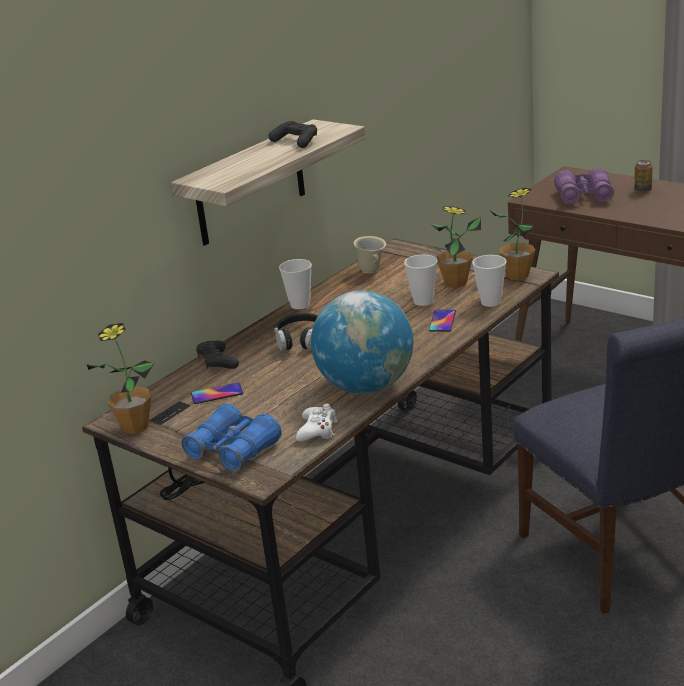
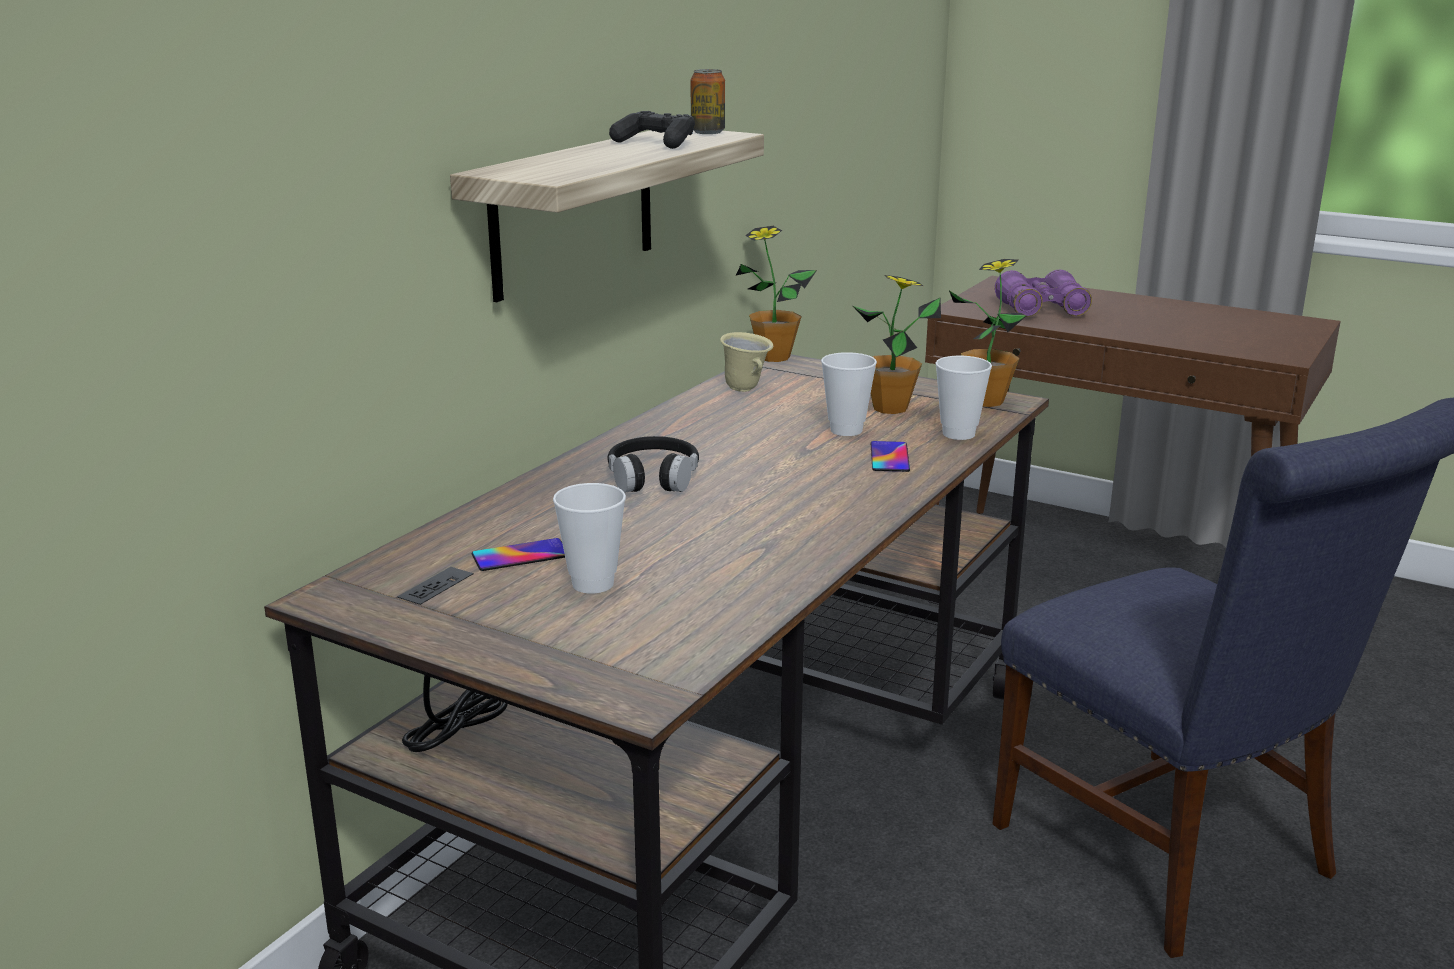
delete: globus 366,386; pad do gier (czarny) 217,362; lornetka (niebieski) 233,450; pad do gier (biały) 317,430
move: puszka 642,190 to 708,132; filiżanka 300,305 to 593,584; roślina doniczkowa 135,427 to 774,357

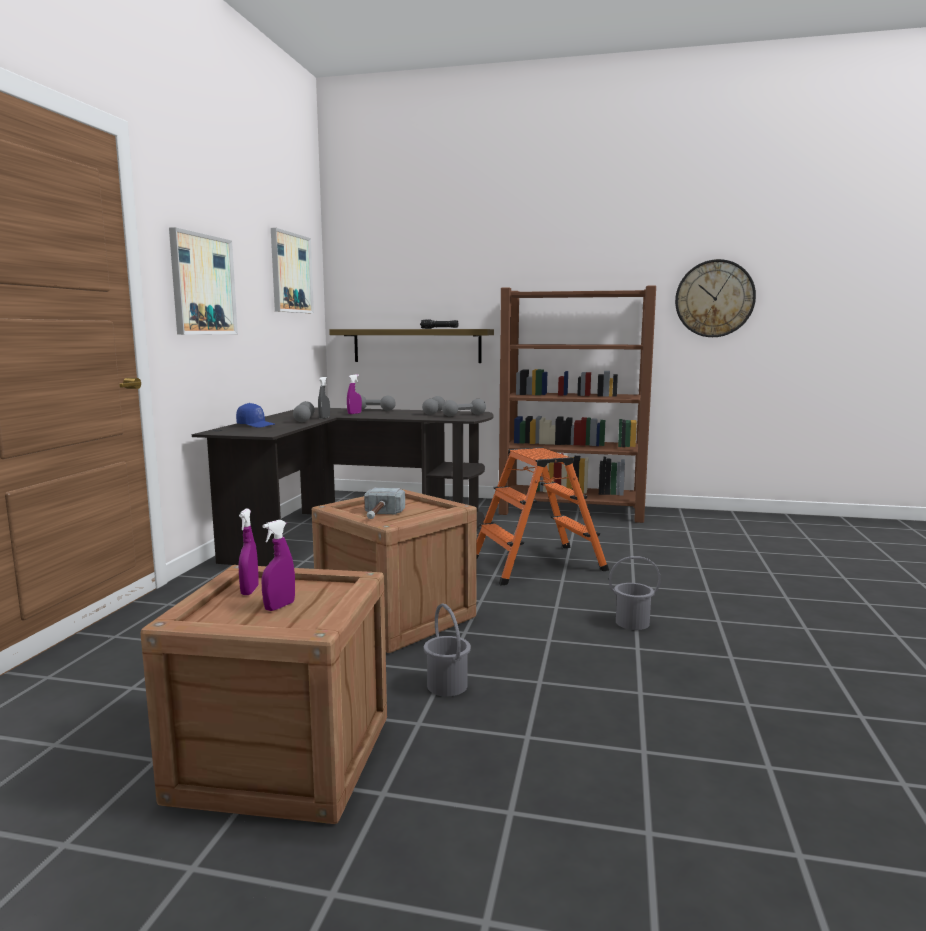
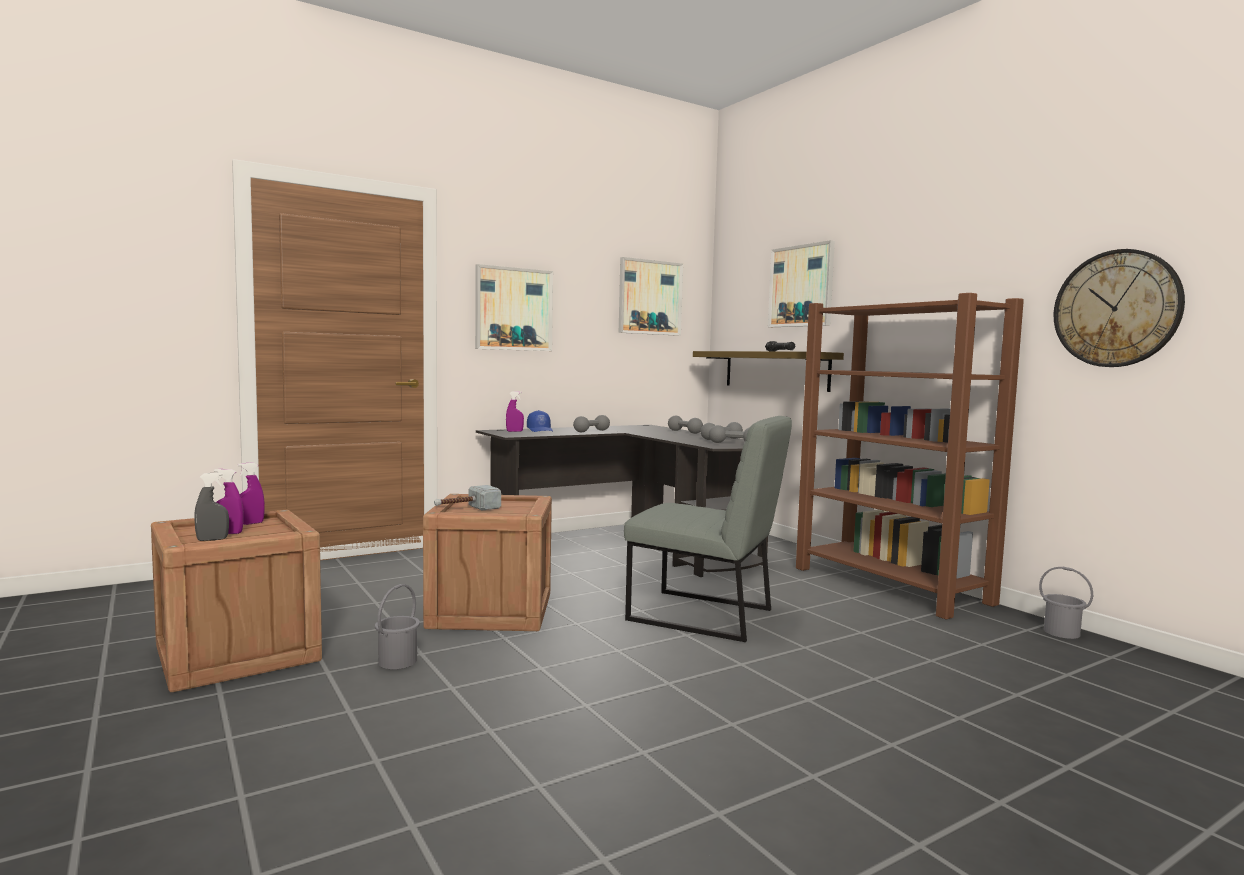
insert: obraz 801,286
move: spryskiwacz (fioletowy) 354,413 to 514,431; spryskiwacz (szary) 324,418 to 212,539; wiadro (szary) 632,622 to 1061,632
replace: drabinka (pomarańczowy) 537,564 to krzesło (szary) 704,616

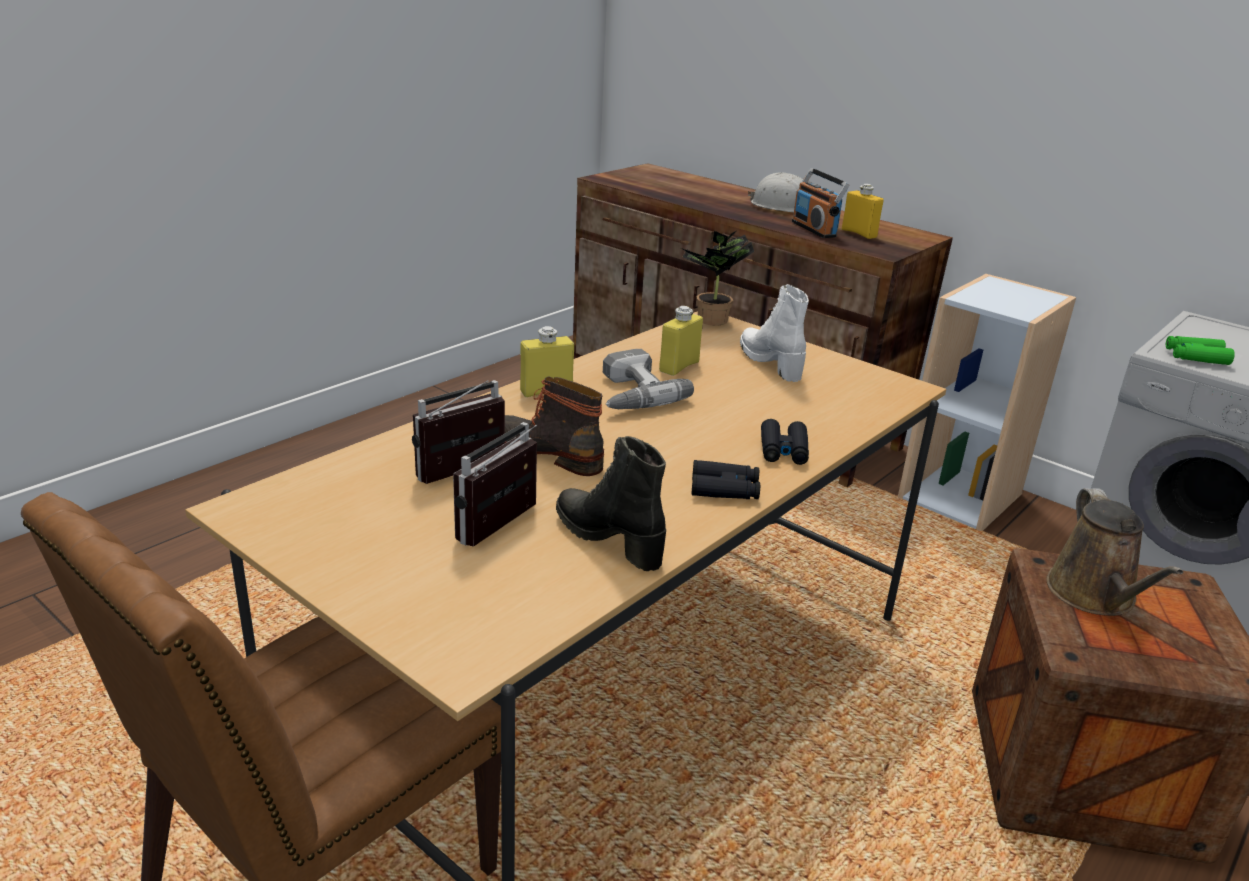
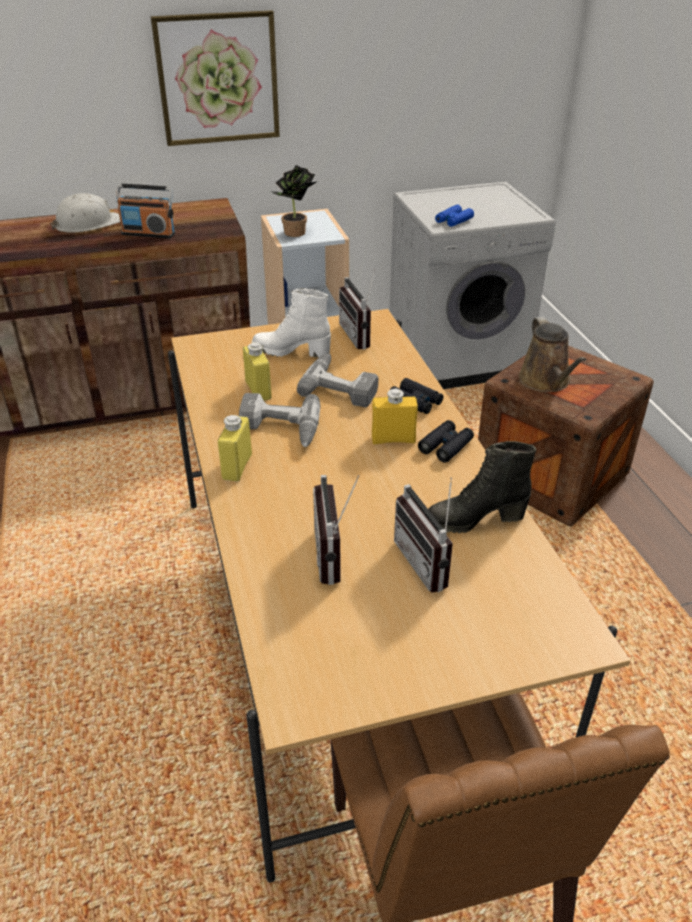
delete: but z cholewką 548,451
insert: obraz 218,79; radio 361,336; wiertarka 342,386
move: butelka (żółty) 859,233 to 393,439; roślina doniczkowa 710,321 to 296,234
recolor: lornetka (zielony) 1196,357 to lornetka (niebieski) 453,221
rotate: konewka (brązowy) 1094,596 = 546,382 45 degrees clockwise

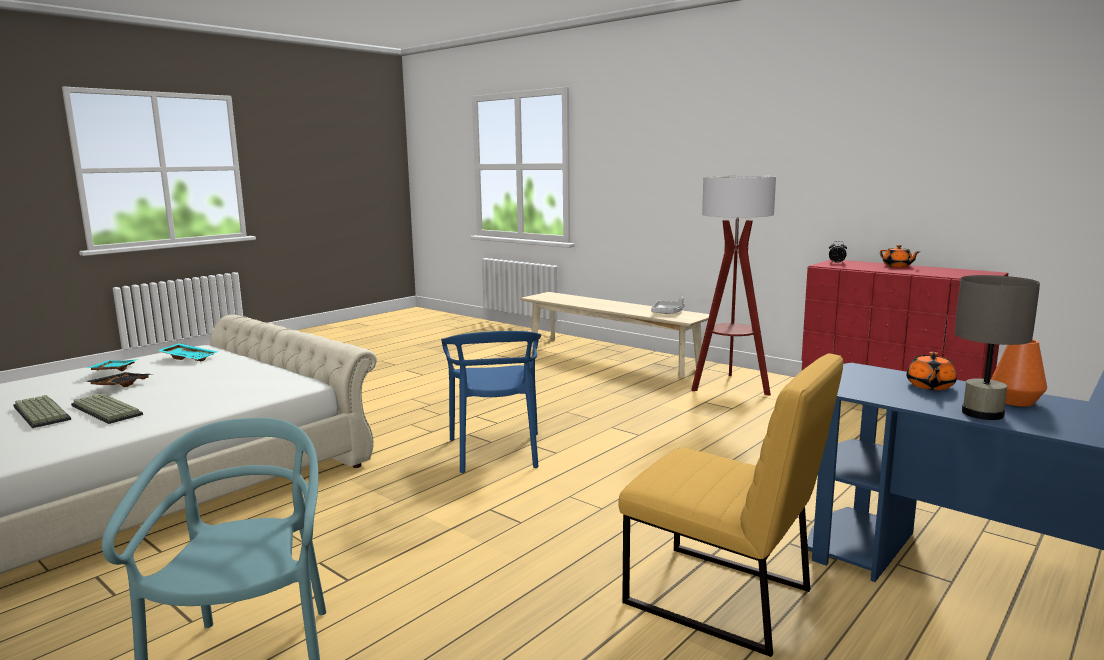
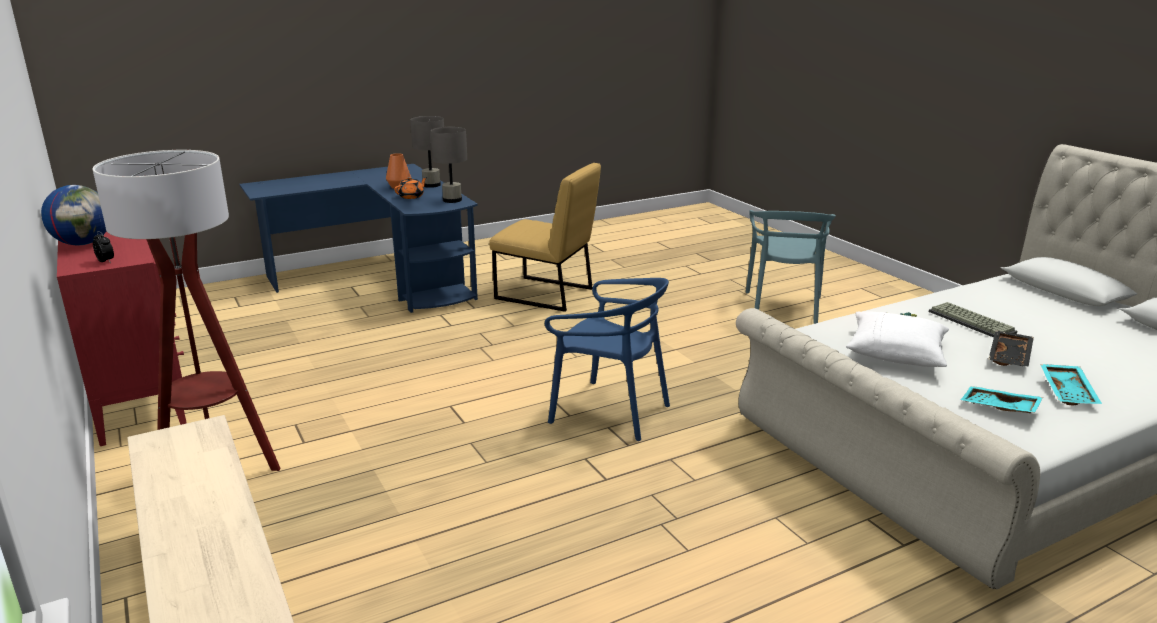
delete: taca (szary) 668,312; klawiatura 39,413
insert: lampa stołowa (szary) 452,200; poduszka (biały) 896,354
replace: imbryk (pomarańczowy) 897,266 to globus 83,243
rotate: krzesło (niebieski) 496,452 = 610,412 105 degrees clockwise; krzesło (żółty) 722,598 = 546,294 150 degrees clockwise

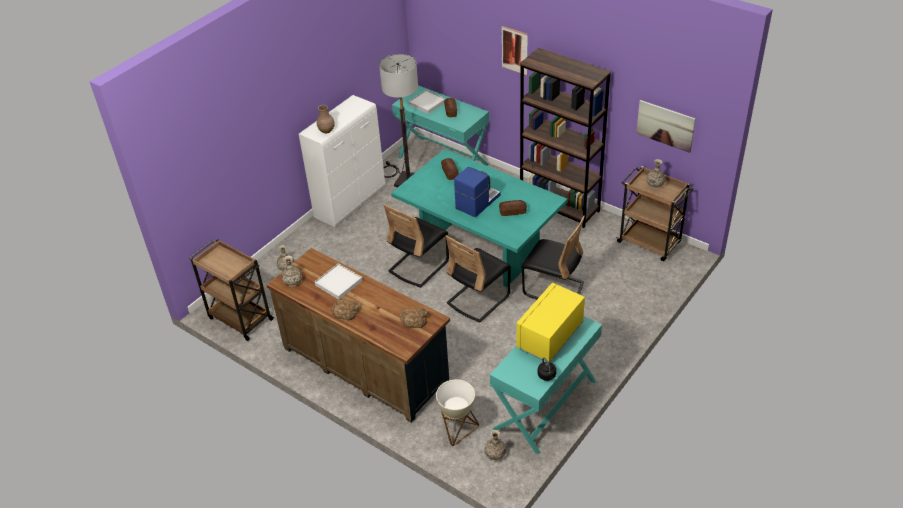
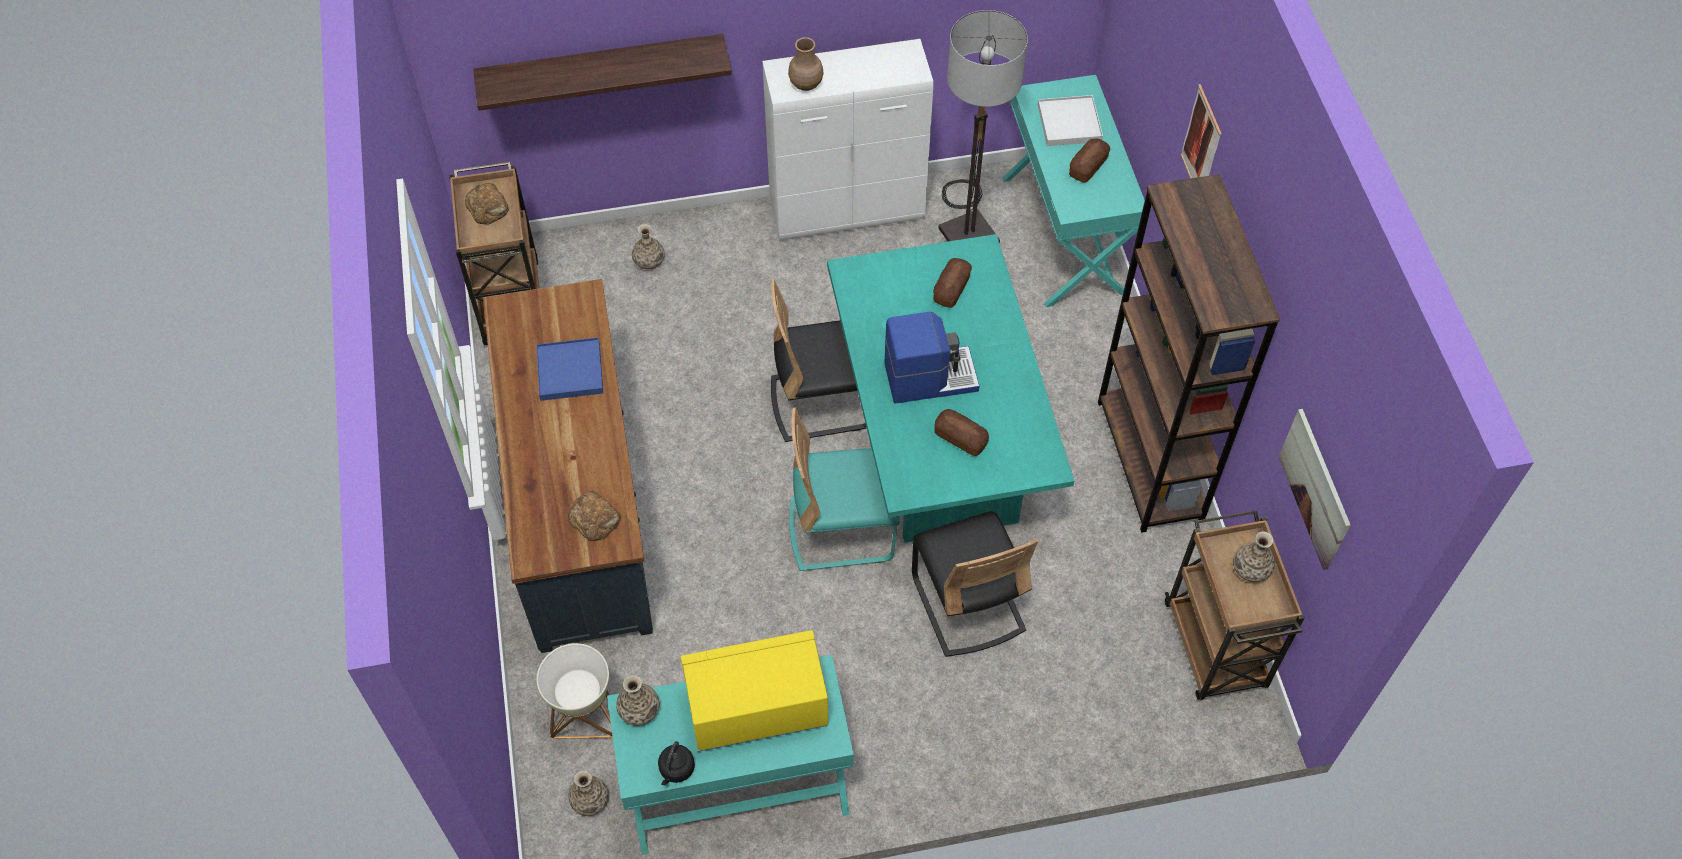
insert: półka 601,66
move: wazon 293,281 to 639,710; chleb 346,311 to 488,207
recolor: krzesło (czarny) 478,299 to krzesło (turkusowy) 841,530; taca (biały) 338,283 to taca (niebieski) 570,371

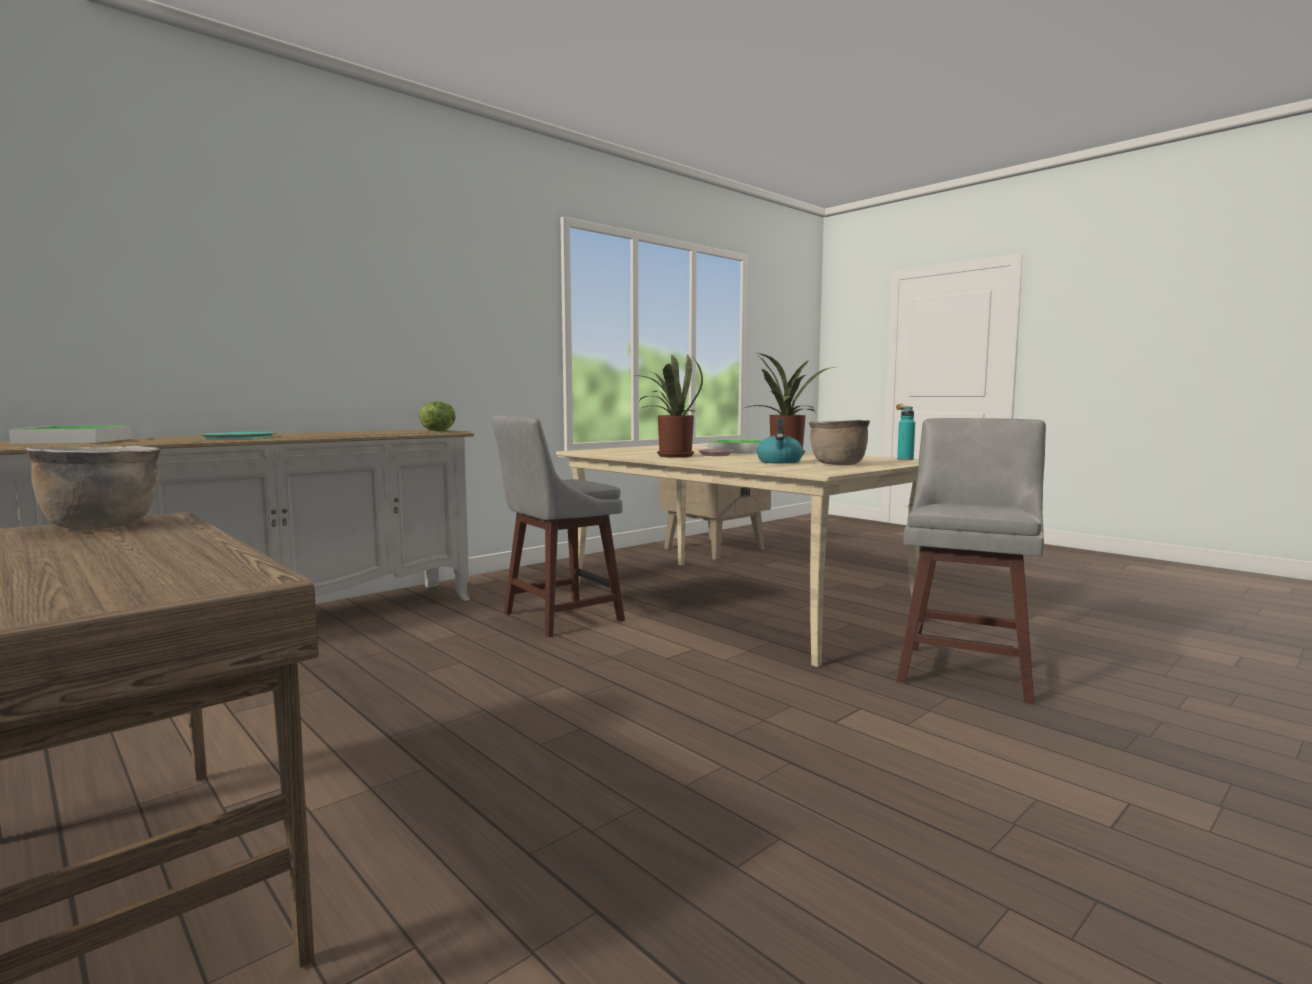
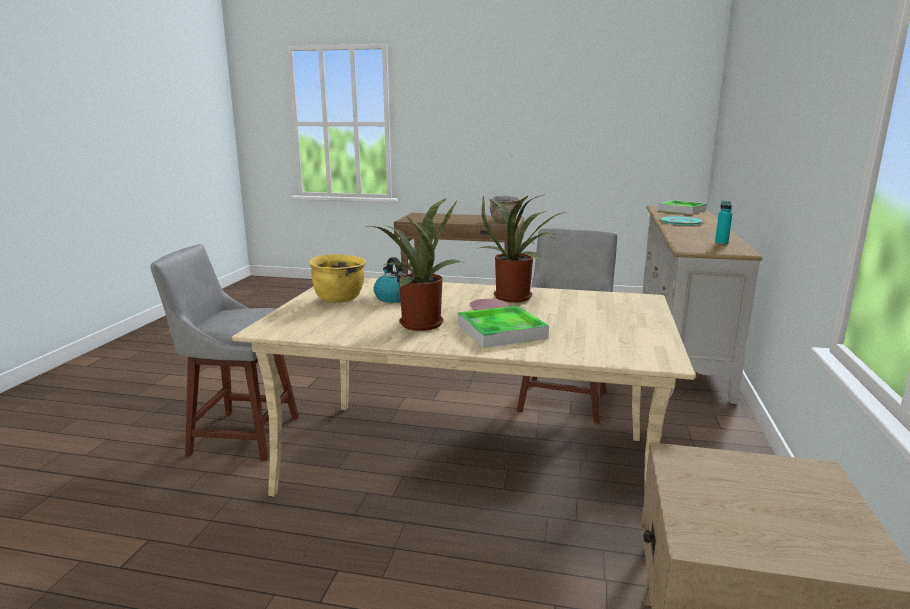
delete: sałata 438,430
move: butelka (turkusowy) 905,459 to 721,243
recolor: garnek (brązowy) 837,464 to garnek (żółty) 339,299
rotate: krzesło (szary) 967,670 = 239,434 105 degrees clockwise

